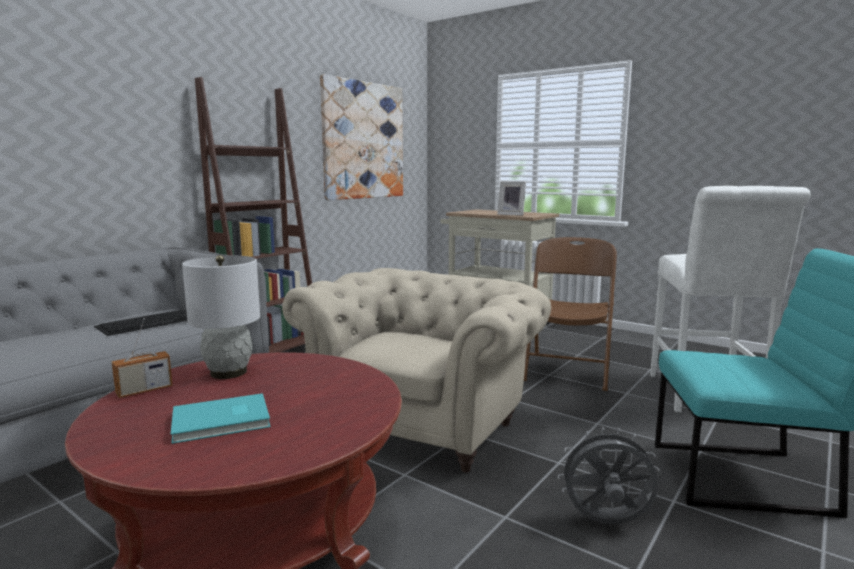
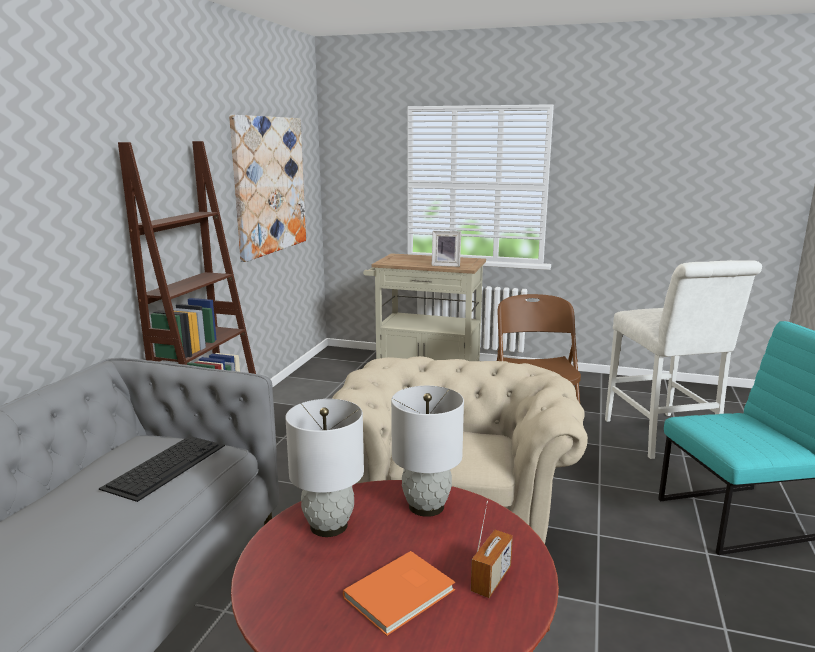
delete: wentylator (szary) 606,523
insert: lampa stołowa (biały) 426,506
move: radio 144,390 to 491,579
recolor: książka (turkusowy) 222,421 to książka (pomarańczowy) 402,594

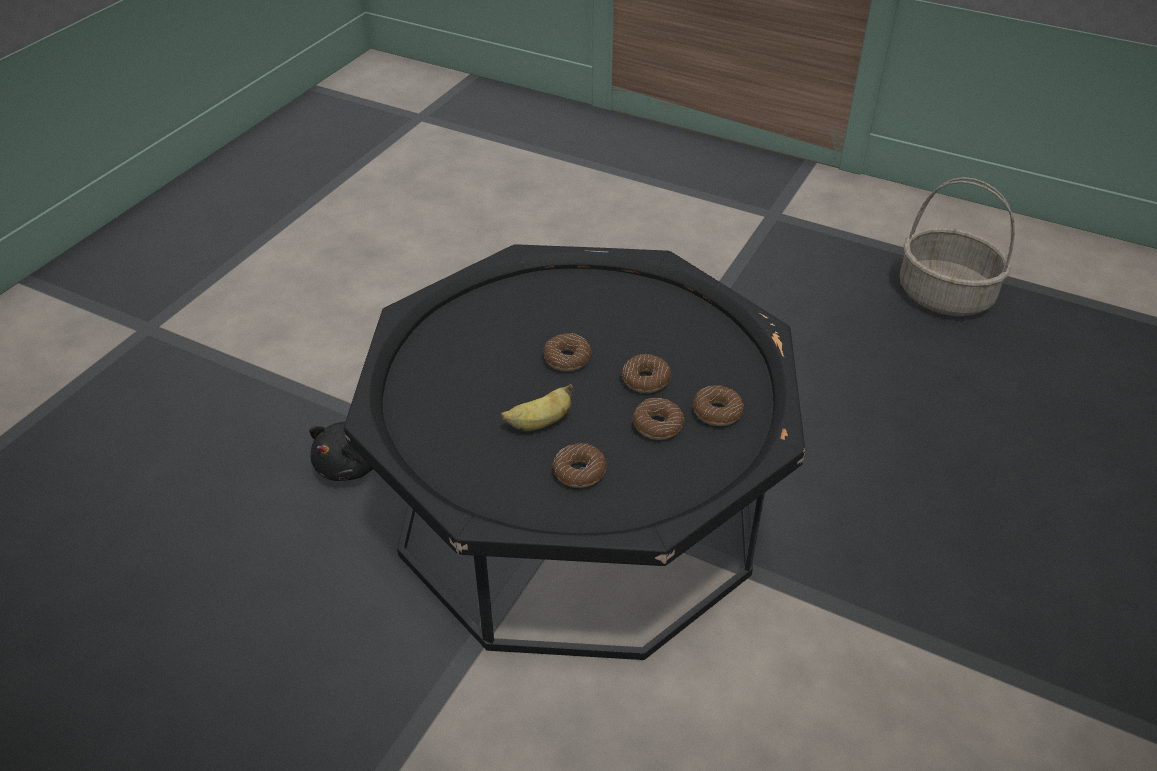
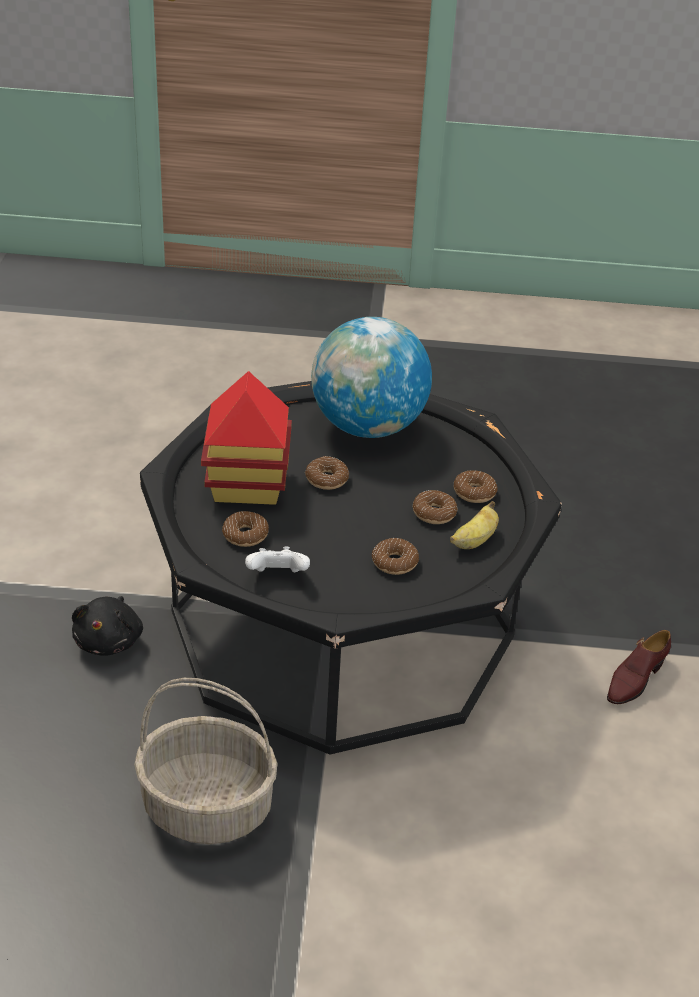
insert: globus 368,427; domek 247,486; pad do gier (biały) 277,576; but (brązowy) 635,679
move: koszyk 945,295 to 209,807; donut 646,380 to 245,535; banan 539,423 to 474,541

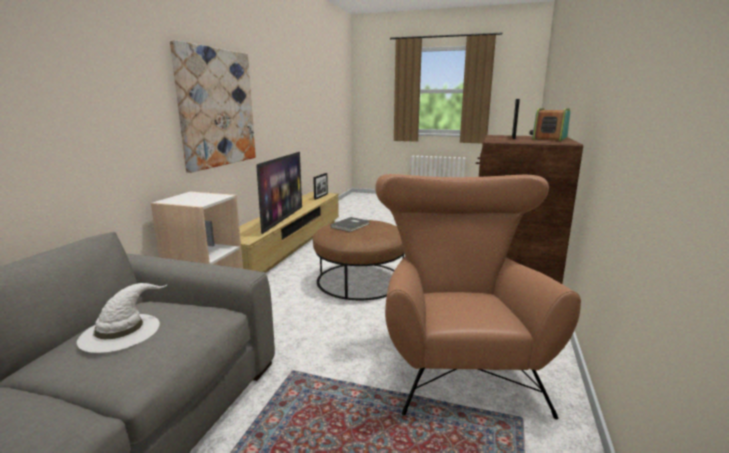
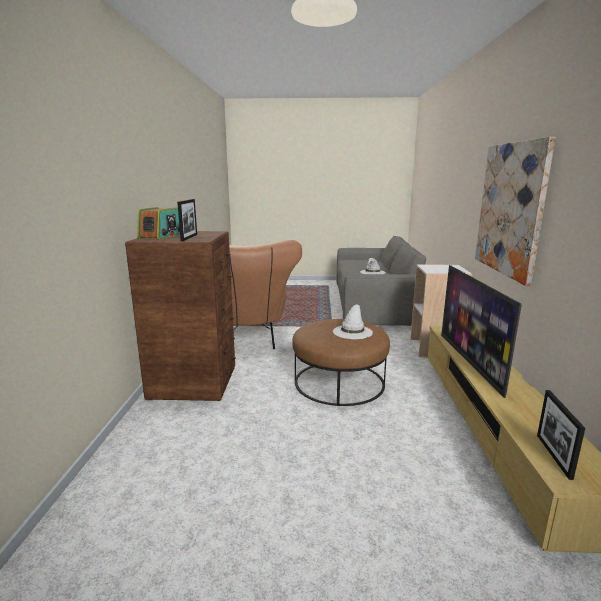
replace: książka (szary) 351,225 to kapelusz (biały) 352,331

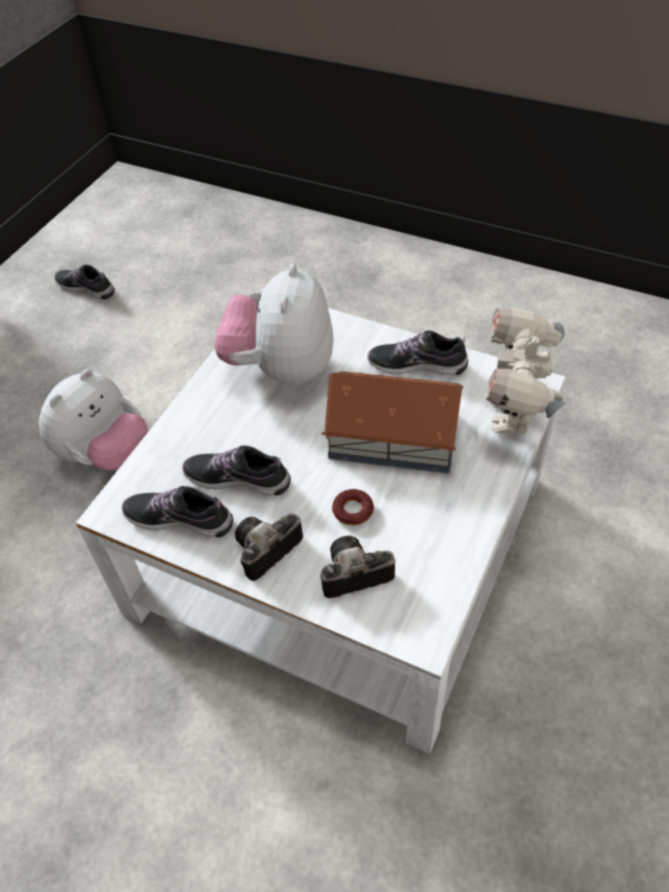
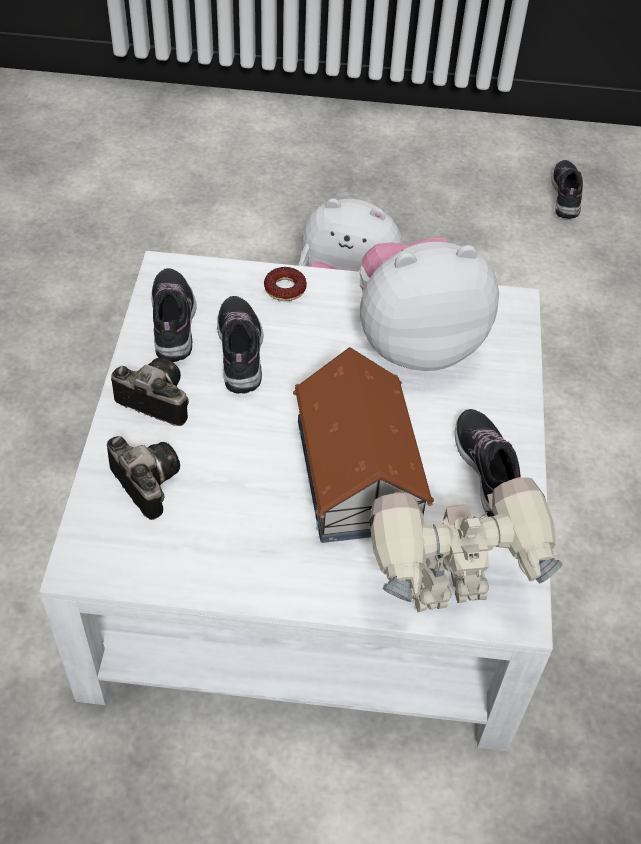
move: donut 353,511 to 285,288

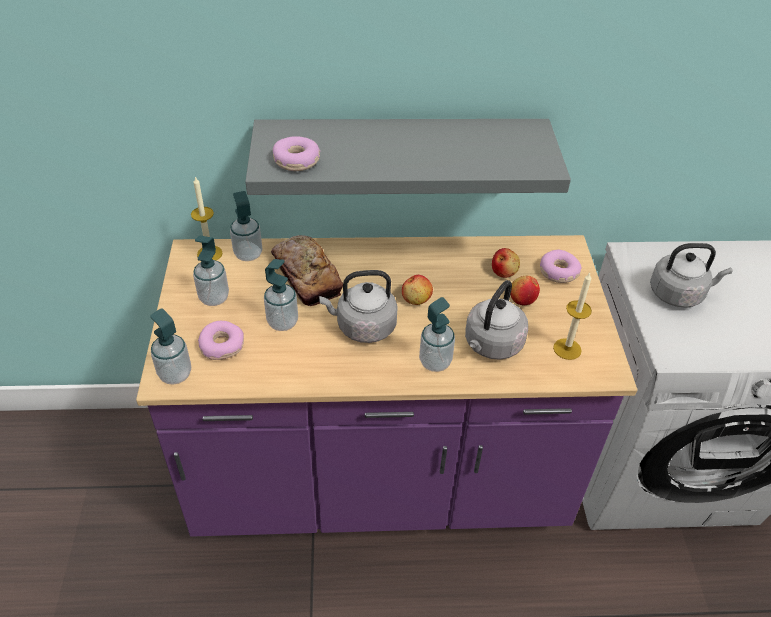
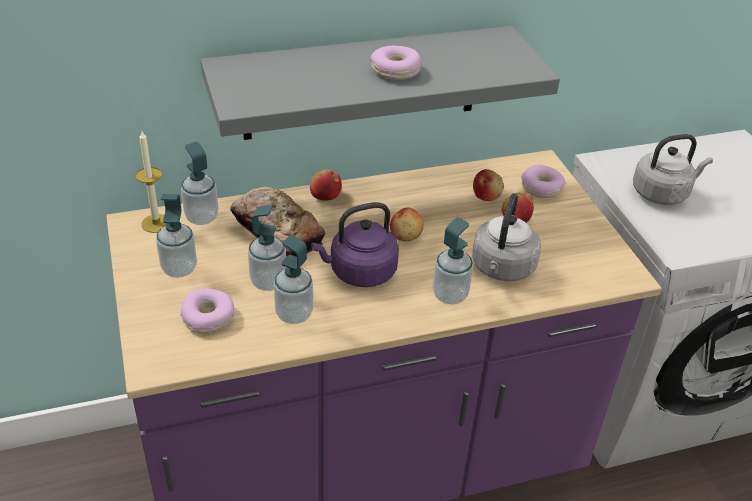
delete: świeca 567,349
insert: jabłko 325,196
move: donut 297,161 to 396,71; dozownik mydła 175,374 to 294,314
recolor: czajnik (szary) 363,327 to czajnik (fioletowy) 359,272

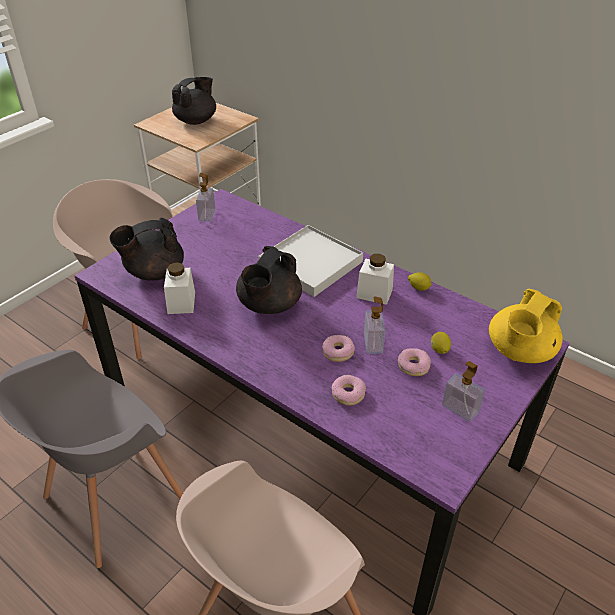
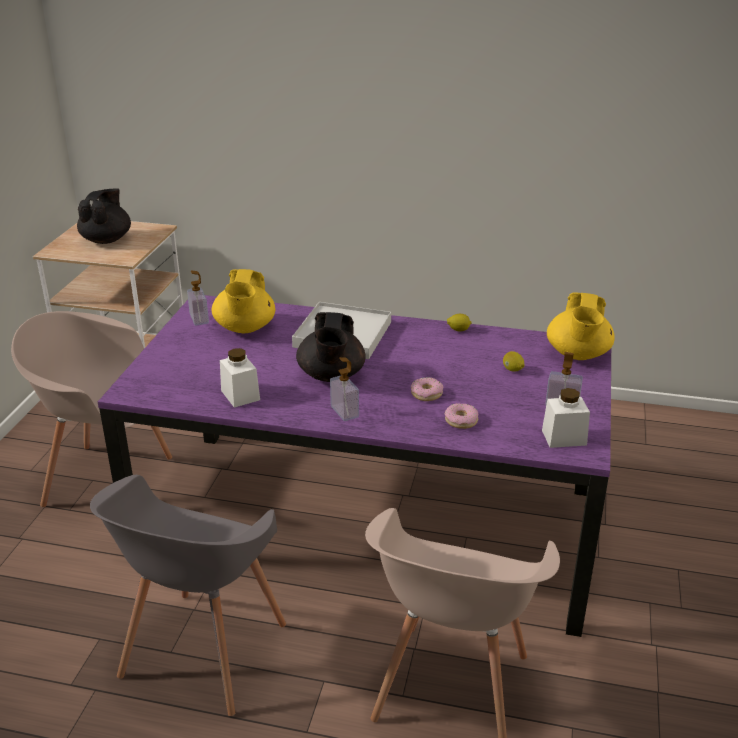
delete: imbryk (czarny) 154,272; donut 413,366
insert: imbryk (żółty) 245,328
move: słoik (biały) 374,293 to 564,437; dozownik mydła 373,343 to 344,411

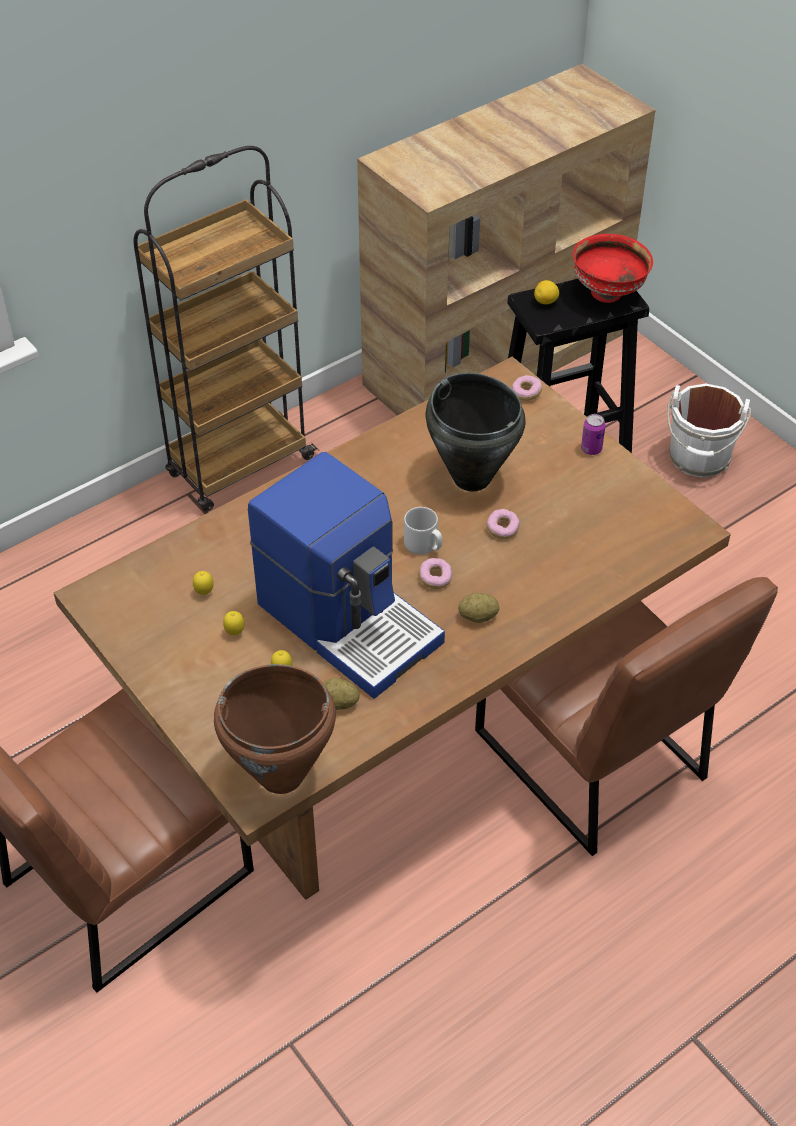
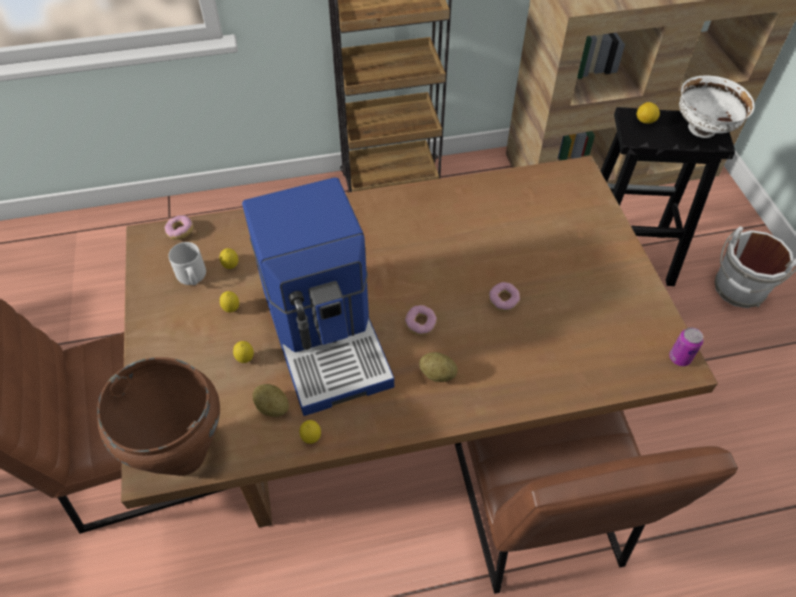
delete: garnek (czarny) 472,477
insert: cytryna 311,438
move: donut 526,393 to 180,232; puszka 591,449 to 679,358; kubek (szary) 424,545 to 192,277
recolor: miska (czerwony) 608,293 to miska (biały) 703,129

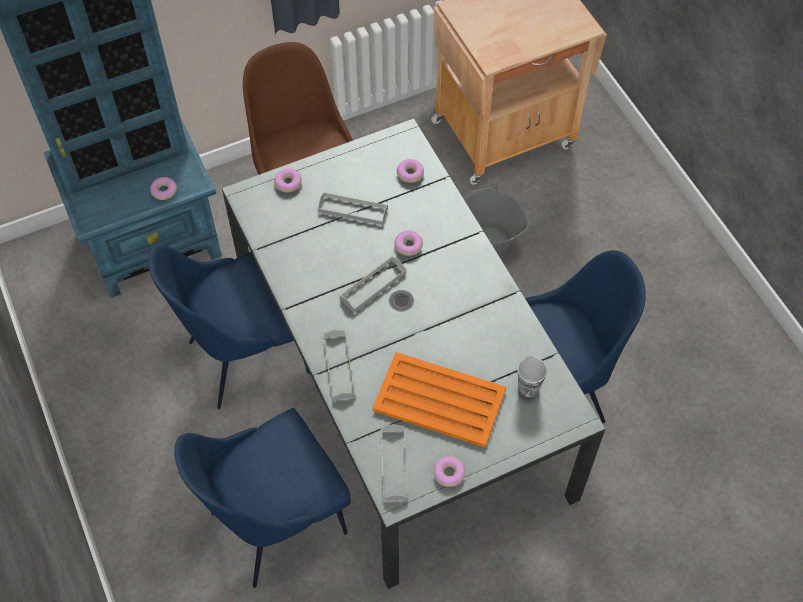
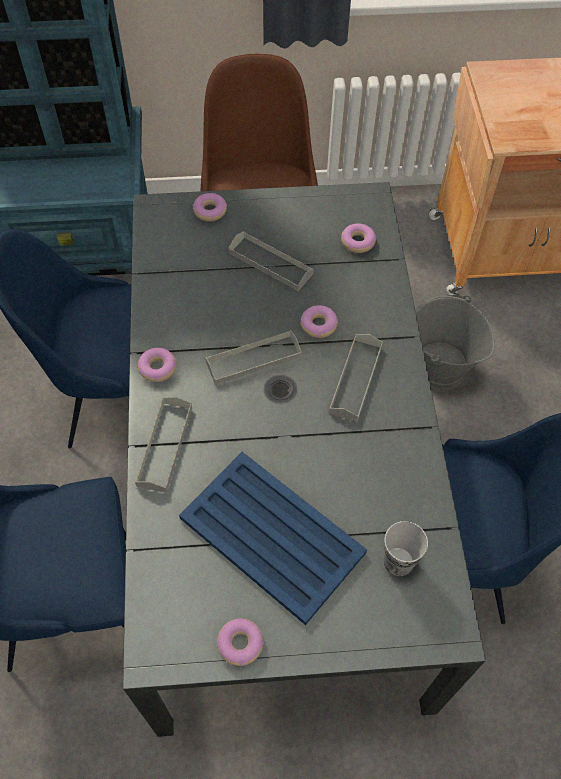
move: donut 164,191 to 157,368; taca (szary) 394,464 to 355,379
recolor: taca (pomarańczowy) 438,399 to taca (niebieski) 271,534

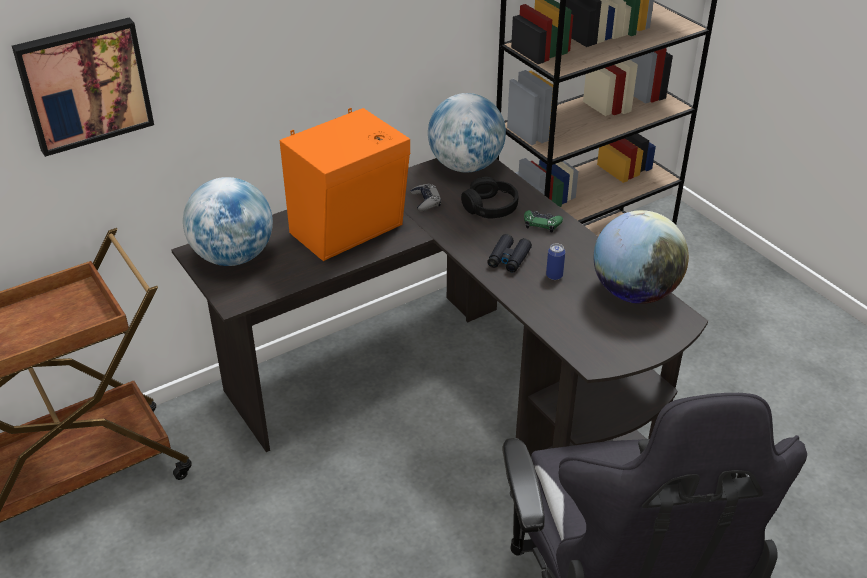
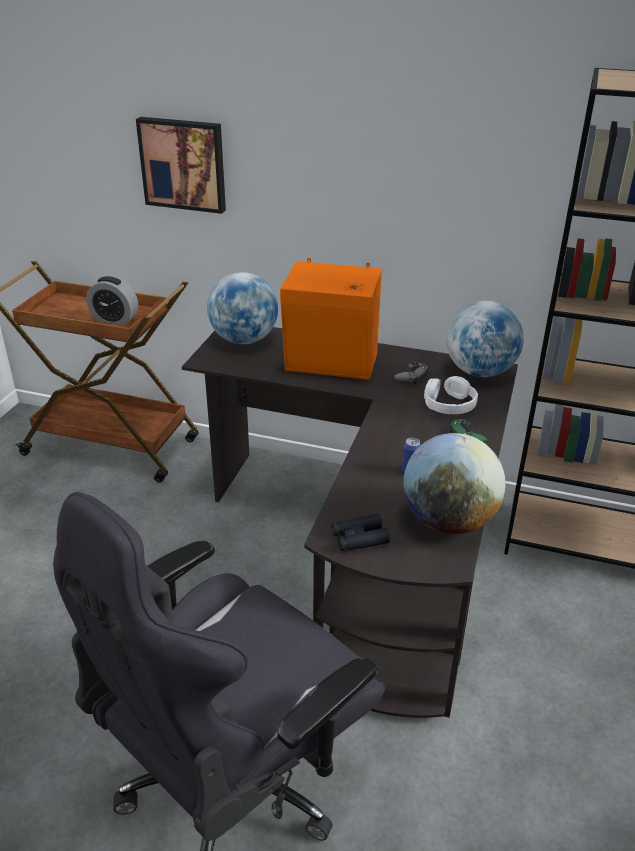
insert: budzik 114,319
move: lornetka (czarny) 508,259 to 359,538
recolor: słuchawki (czarny) 490,207 to słuchawki (biały) 449,404

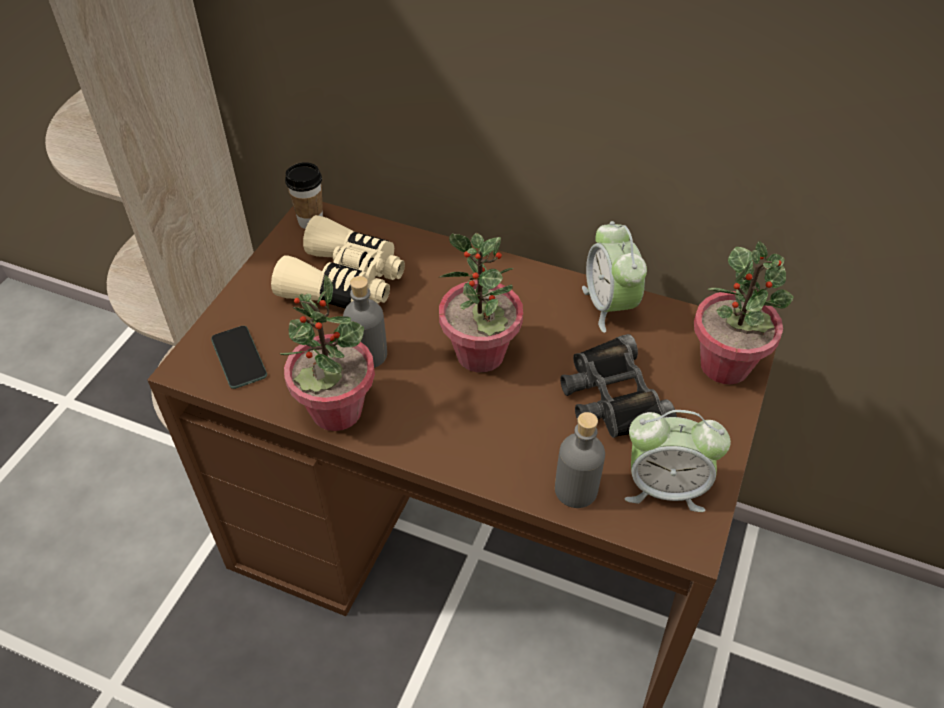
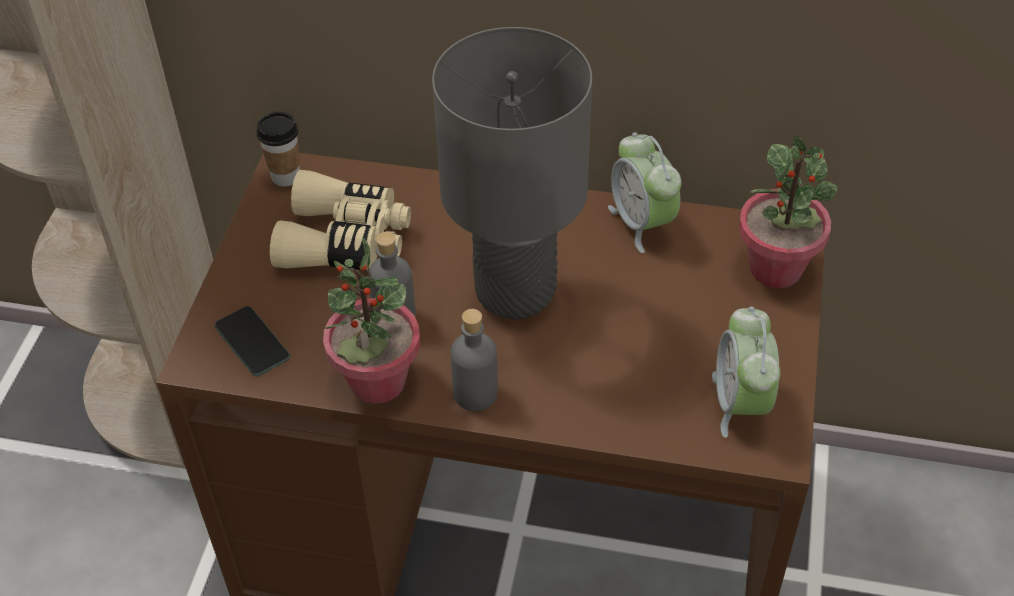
delete: lornetka (czarny) 611,397
move: butelka (szary) 576,490 to 475,393
replace: roślina doniczkowa 480,354 to lampa stołowa (szary) 517,297
rotate: budzik 665,487 = 740,403 90 degrees clockwise

